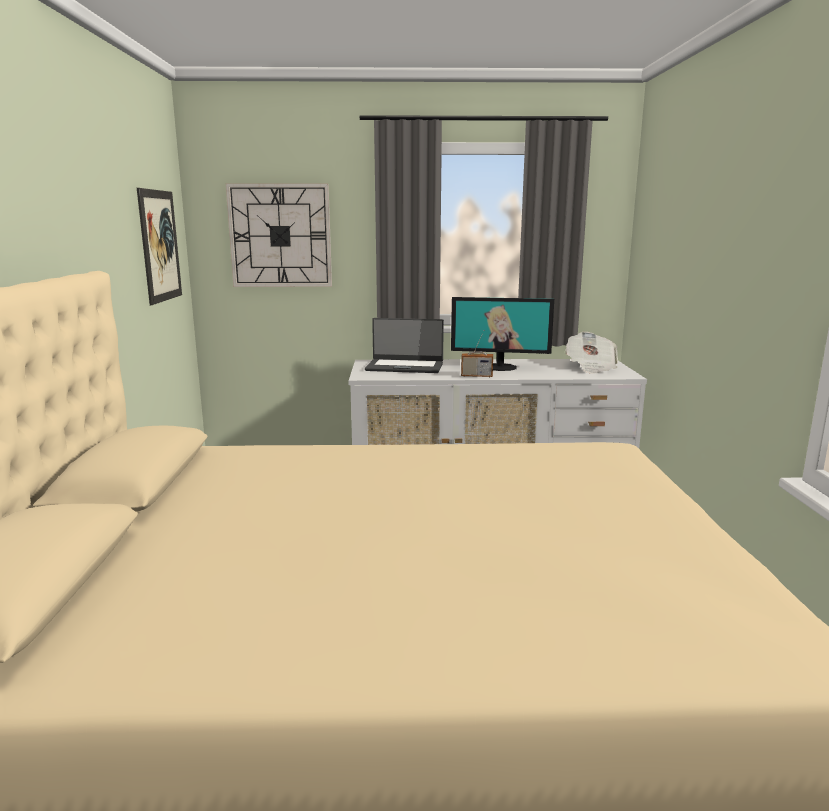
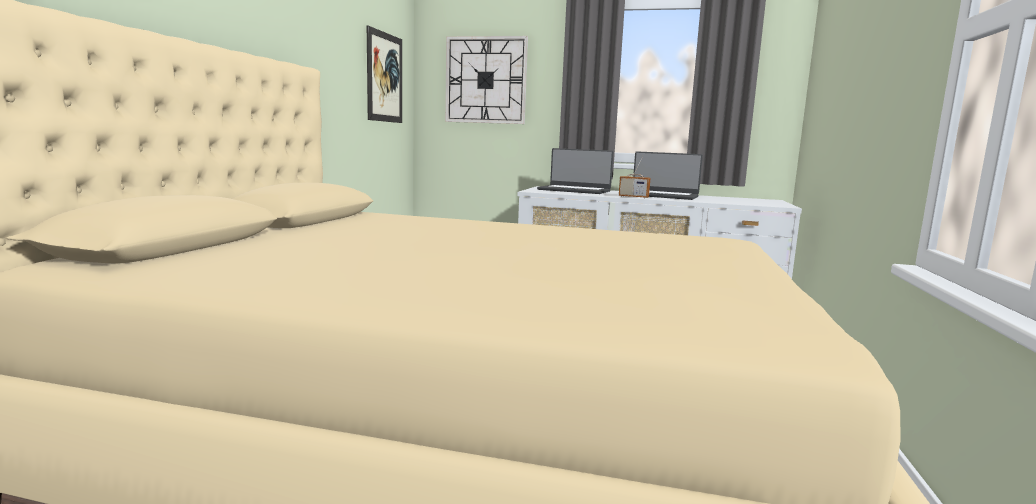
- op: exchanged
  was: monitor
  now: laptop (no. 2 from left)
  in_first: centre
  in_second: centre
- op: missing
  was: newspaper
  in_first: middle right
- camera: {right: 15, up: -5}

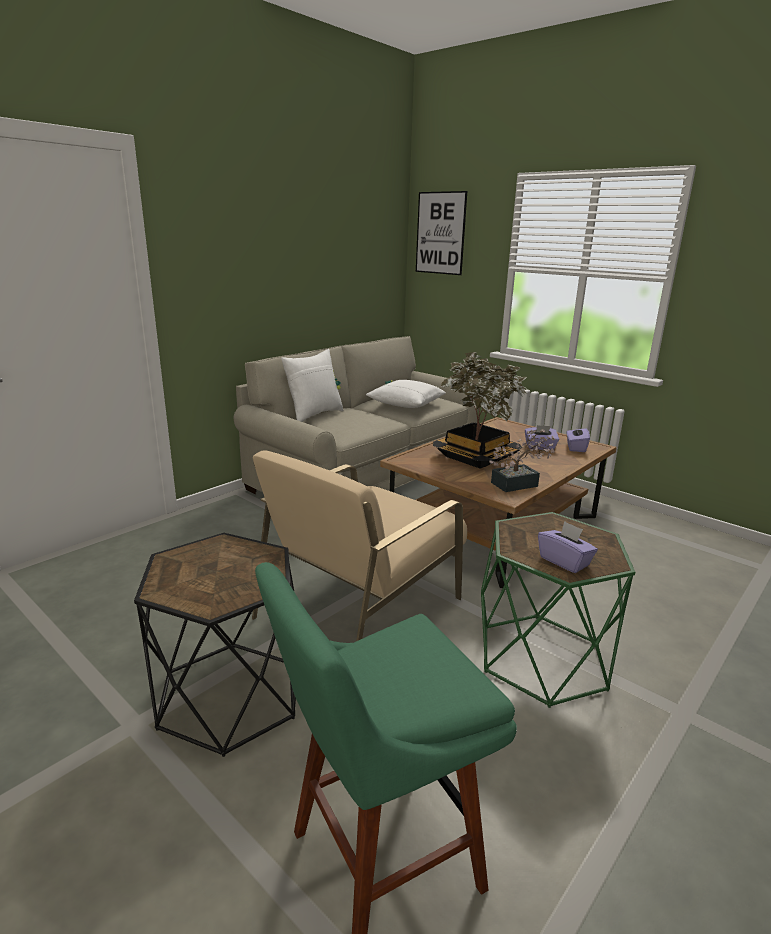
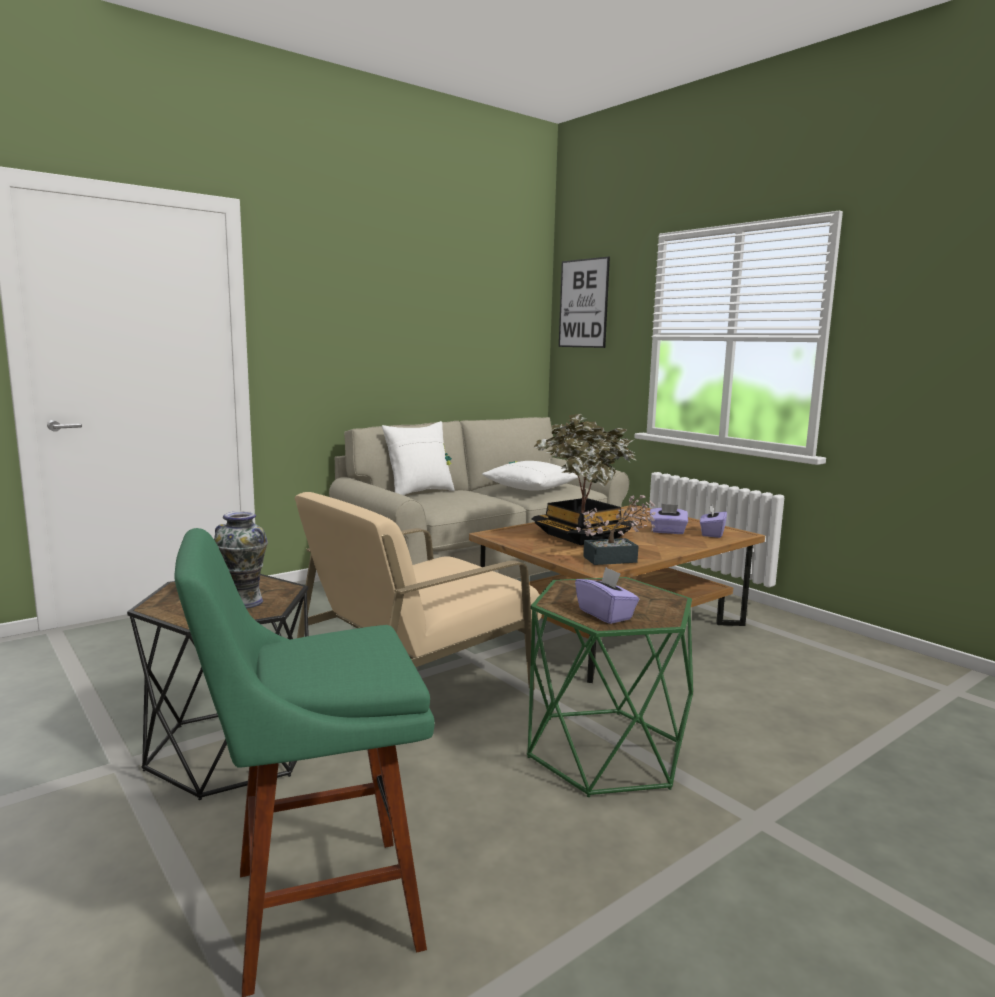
- op: appeared
  now: vase
  in_second: middle left
- camera: {right: 10, up: -10}

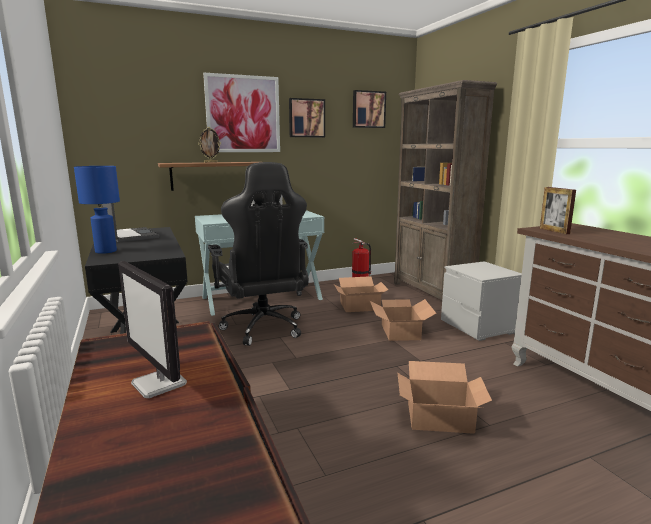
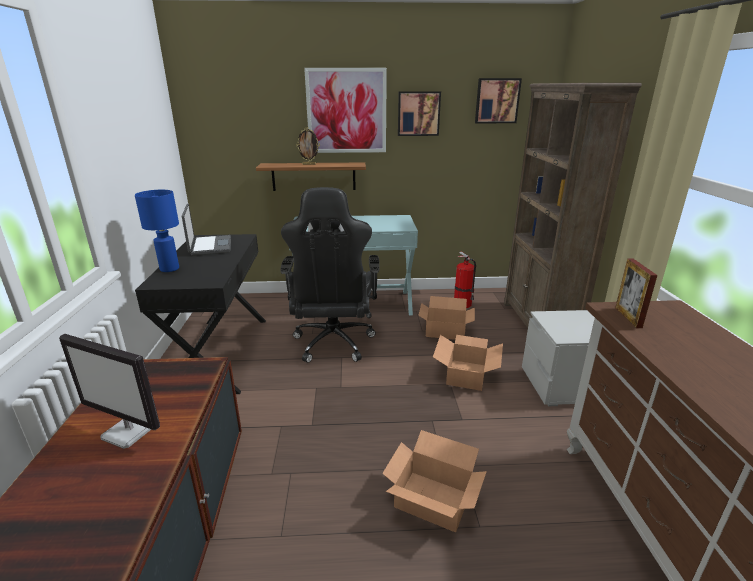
- op: spun
  was: monitor
  in_first: middle left
  in_second: bottom left
  clockwise: -45
- camera: {right: 20, up: 10}

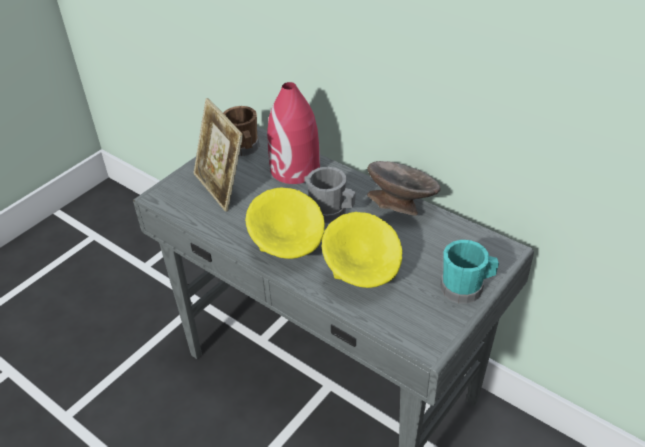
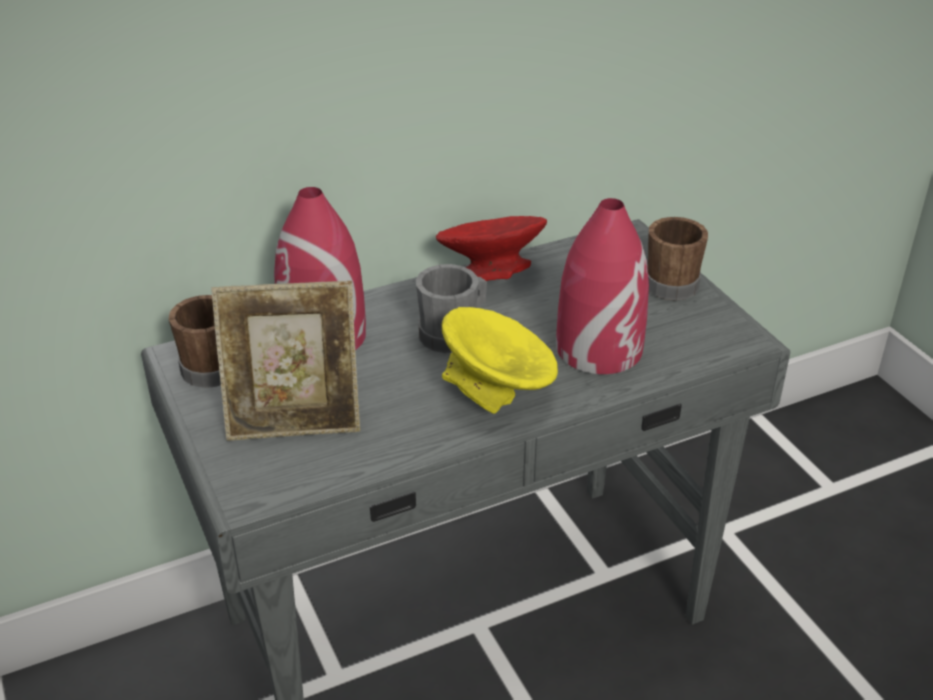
- op: colour
  was: grey bowl
  now: red bowl
  in_first: centre
  in_second: centre
- op: exchanged
  was: yellow bowl (no. 2 from left)
  now: red vase (no. 2 from left)
  in_first: centre
  in_second: centre
- op: colour
  was: turquoise mug
  now: brown mug (no. 2 from left)
  in_first: middle right
  in_second: middle right
- camera: {right: -65, up: -5}

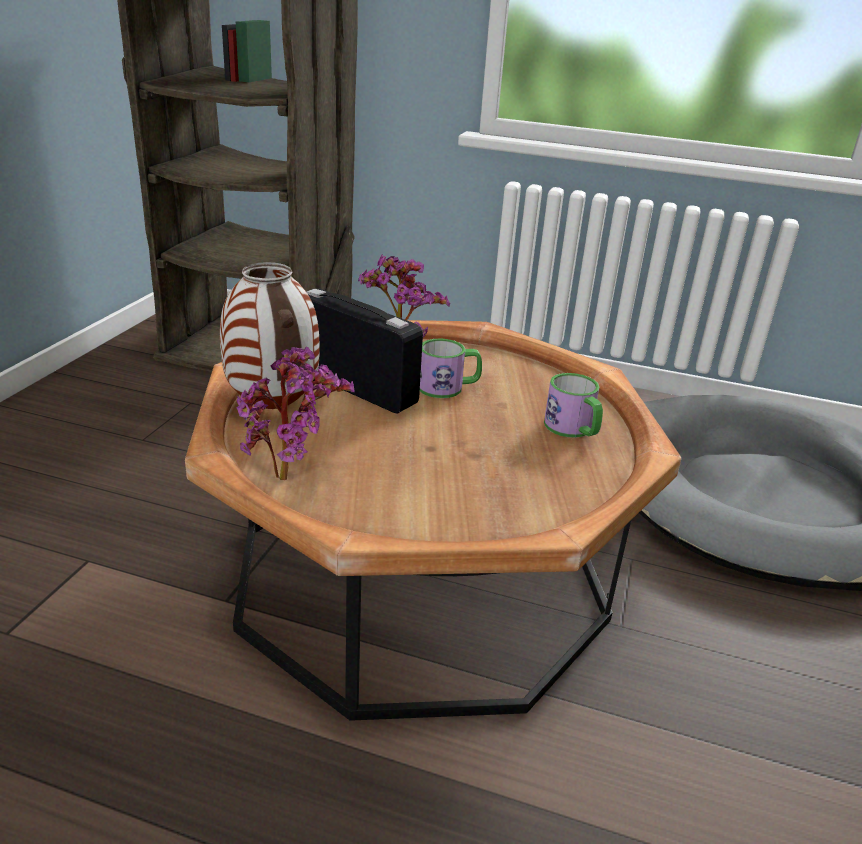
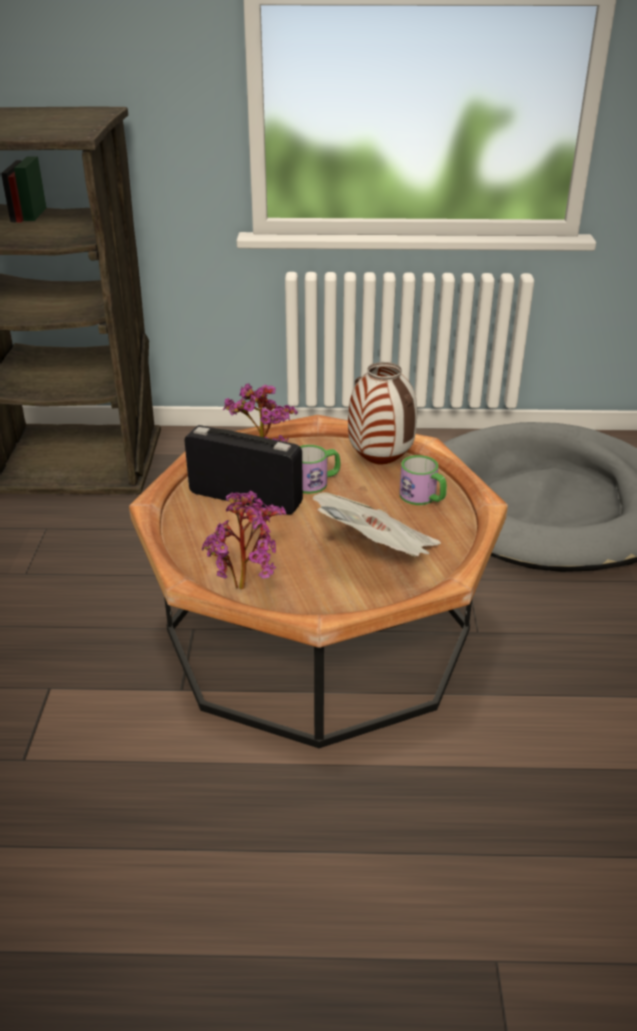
- op: appeared
  now: newspaper
  in_second: centre
- op: relocated
  was: vase
  in_first: middle left
  in_second: centre
- camera: {right: -15, up: 5}

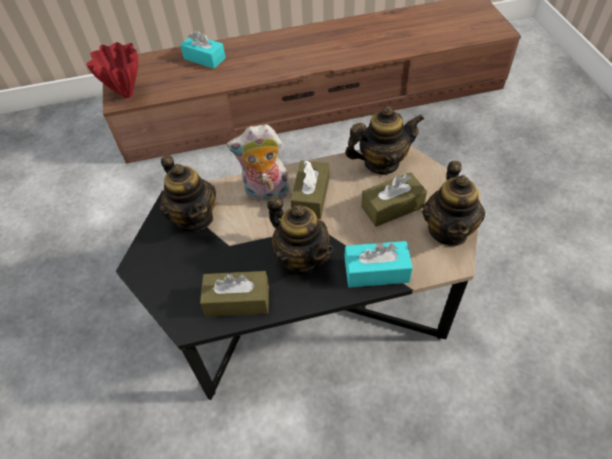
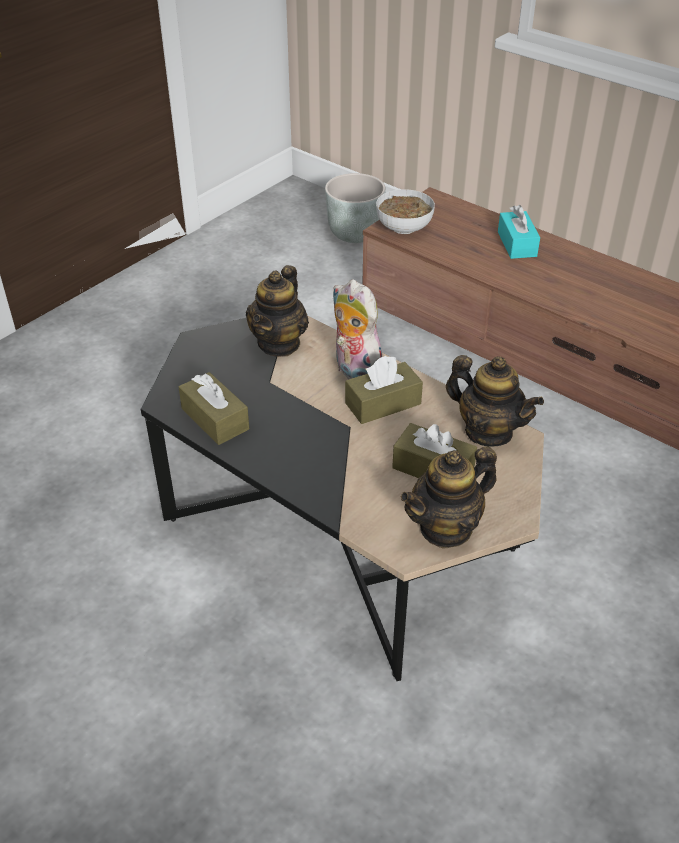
- op: appeared
  now: grey planter
  in_second: top centre
- op: exchanged
  was: red vase
  now: bowl
  in_first: top left
  in_second: top centre
- op: missing
  was: teapot (no. 2 from left)
  in_first: centre
- op: missing
  was: turquoise tissue box (no. 2 from left)
  in_first: centre
- camera: {right: 50, up: -10}

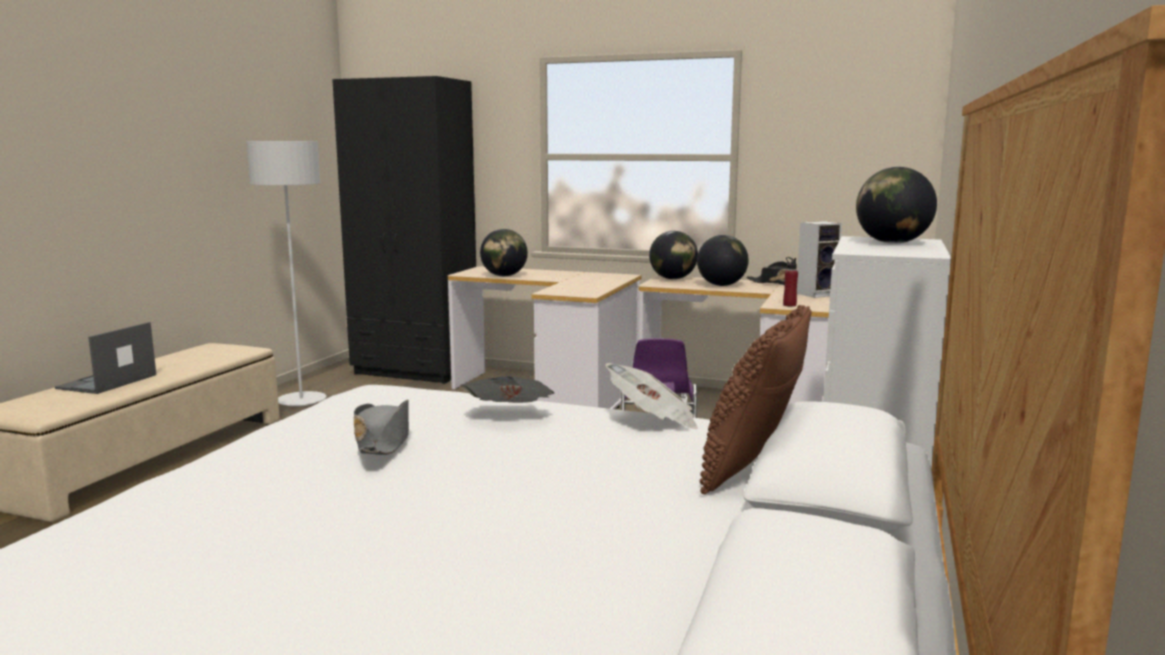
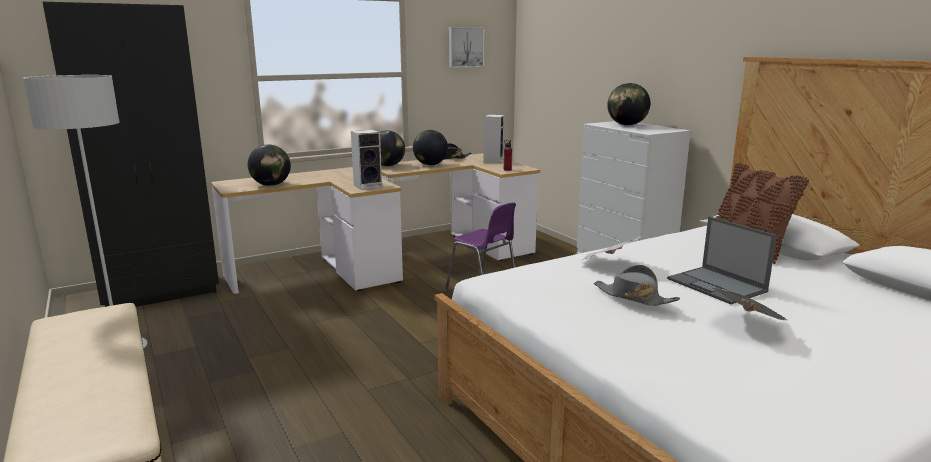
- op: appeared
  now: speaker (no. 1 from left)
  in_second: centre
- op: appeared
  now: picture
  in_second: top centre
- op: relocated
  was: laptop
  in_first: middle left
  in_second: middle right
- op: relocated
  was: newspaper (no. 2 from left)
  in_first: centre
  in_second: middle right
- camera: {right: -50, up: 5}

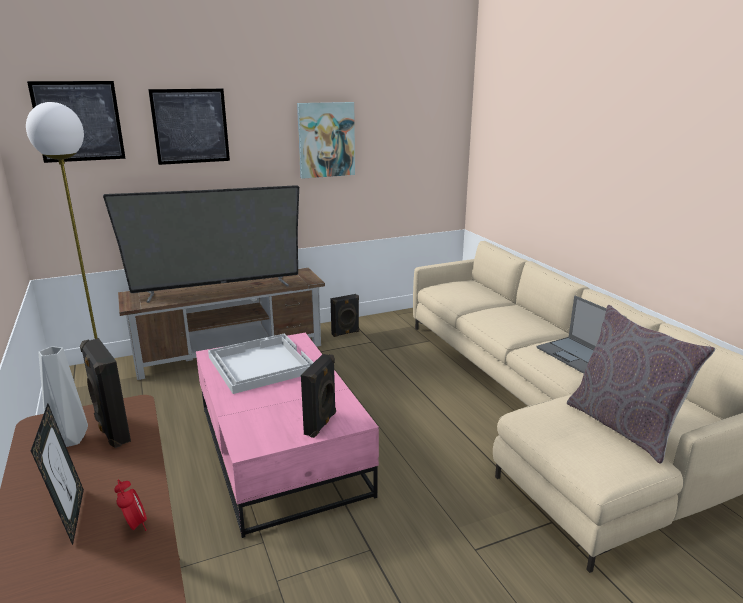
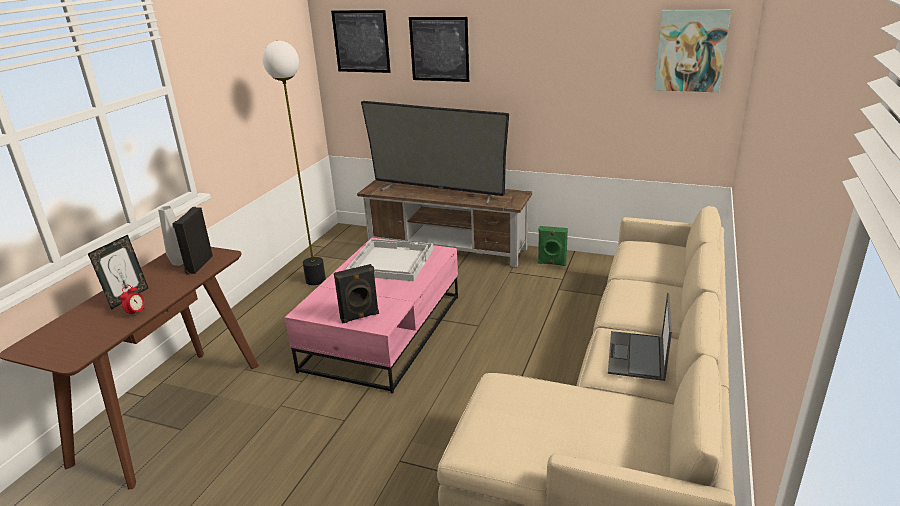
- op: colour
  was: black speaker (no. 3 from left)
  now: green speaker
  in_first: centre
  in_second: centre
- op: relocated
  was: picture (no. 3 from left)
  in_first: top centre
  in_second: top right
- op: missing
  was: grey pillow
  in_first: middle right
- camera: {right: 45, up: 5}

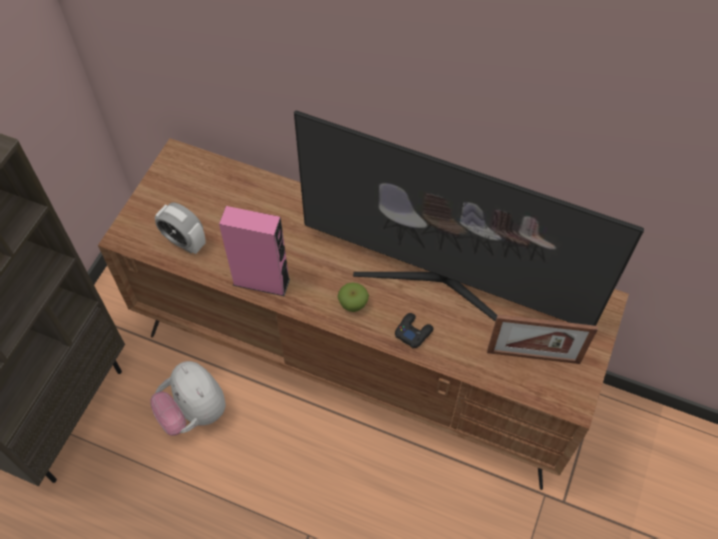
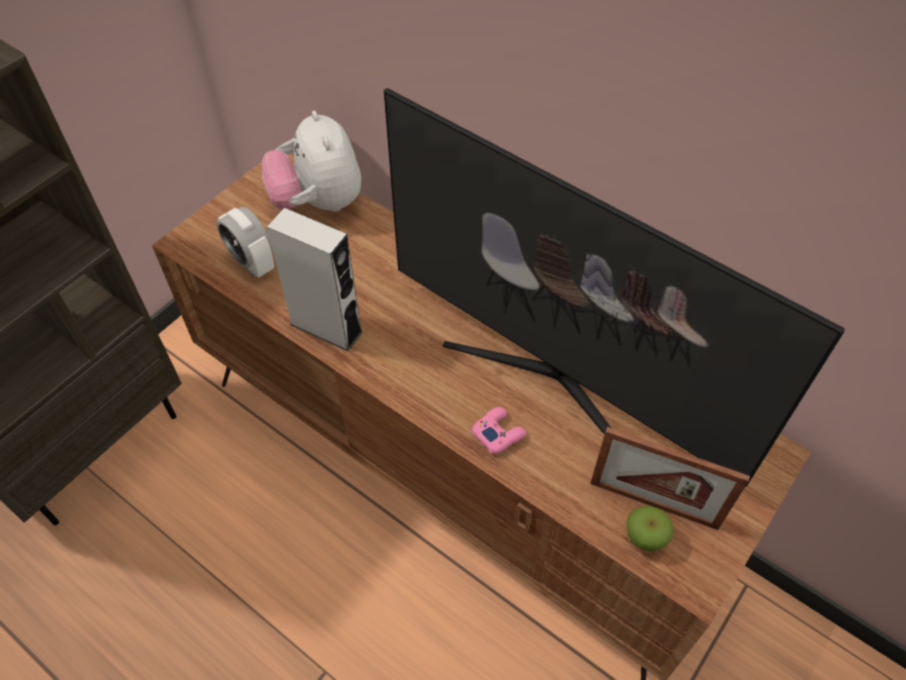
- op: relocated
  was: plush toy
  in_first: bottom left
  in_second: top centre
- op: colour
  was: pink speaker
  now: grey speaker
  in_first: centre
  in_second: centre
- op: colour
  was: black game controller
  now: pink game controller
  in_first: centre
  in_second: centre
- op: relocated
  was: apple
  in_first: centre
  in_second: bottom right
- camera: {right: 15, up: -5}

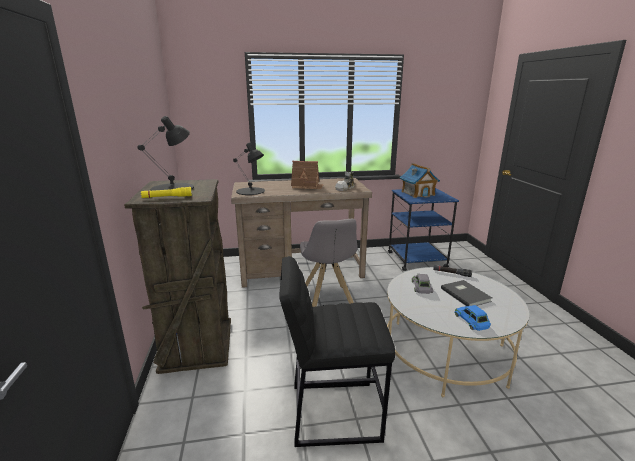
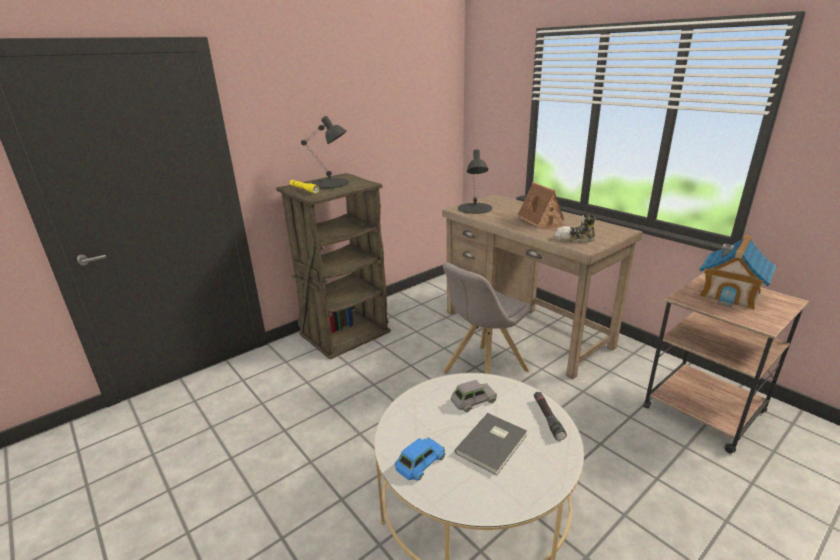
- op: colour
  was: blue cart
  now: brown cart
  in_first: centre
  in_second: middle right
- op: missing
  was: black stool
  in_first: bottom centre
- camera: {right: 60, up: 5}

